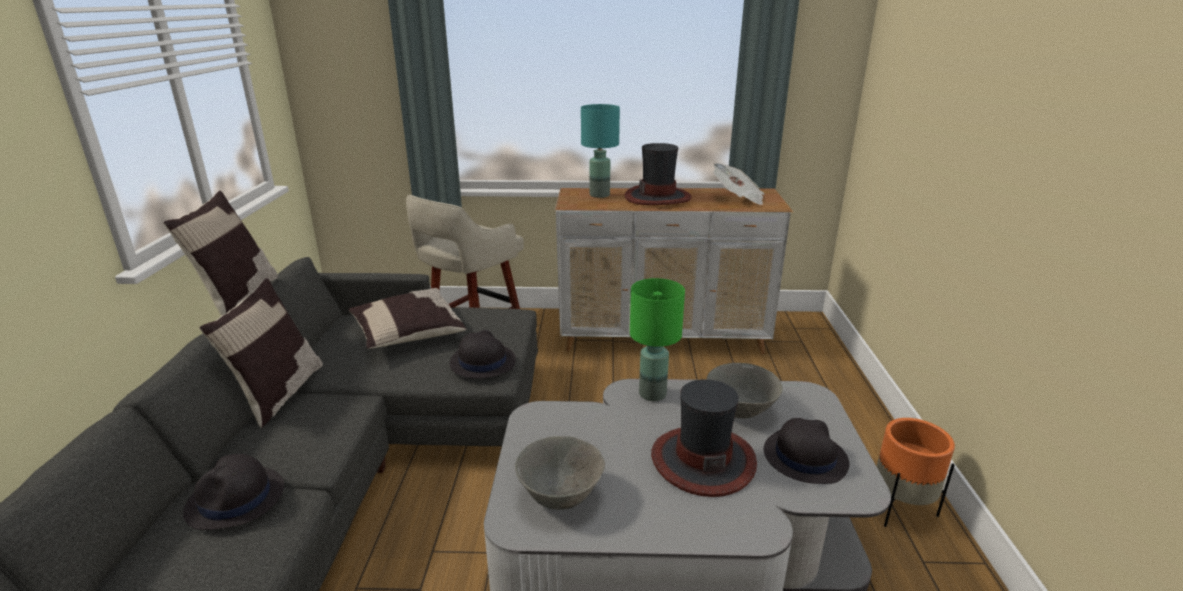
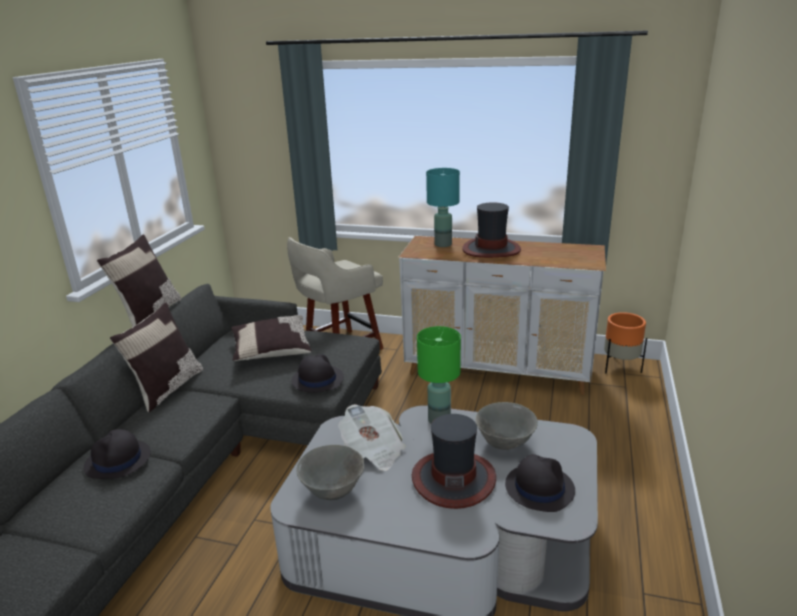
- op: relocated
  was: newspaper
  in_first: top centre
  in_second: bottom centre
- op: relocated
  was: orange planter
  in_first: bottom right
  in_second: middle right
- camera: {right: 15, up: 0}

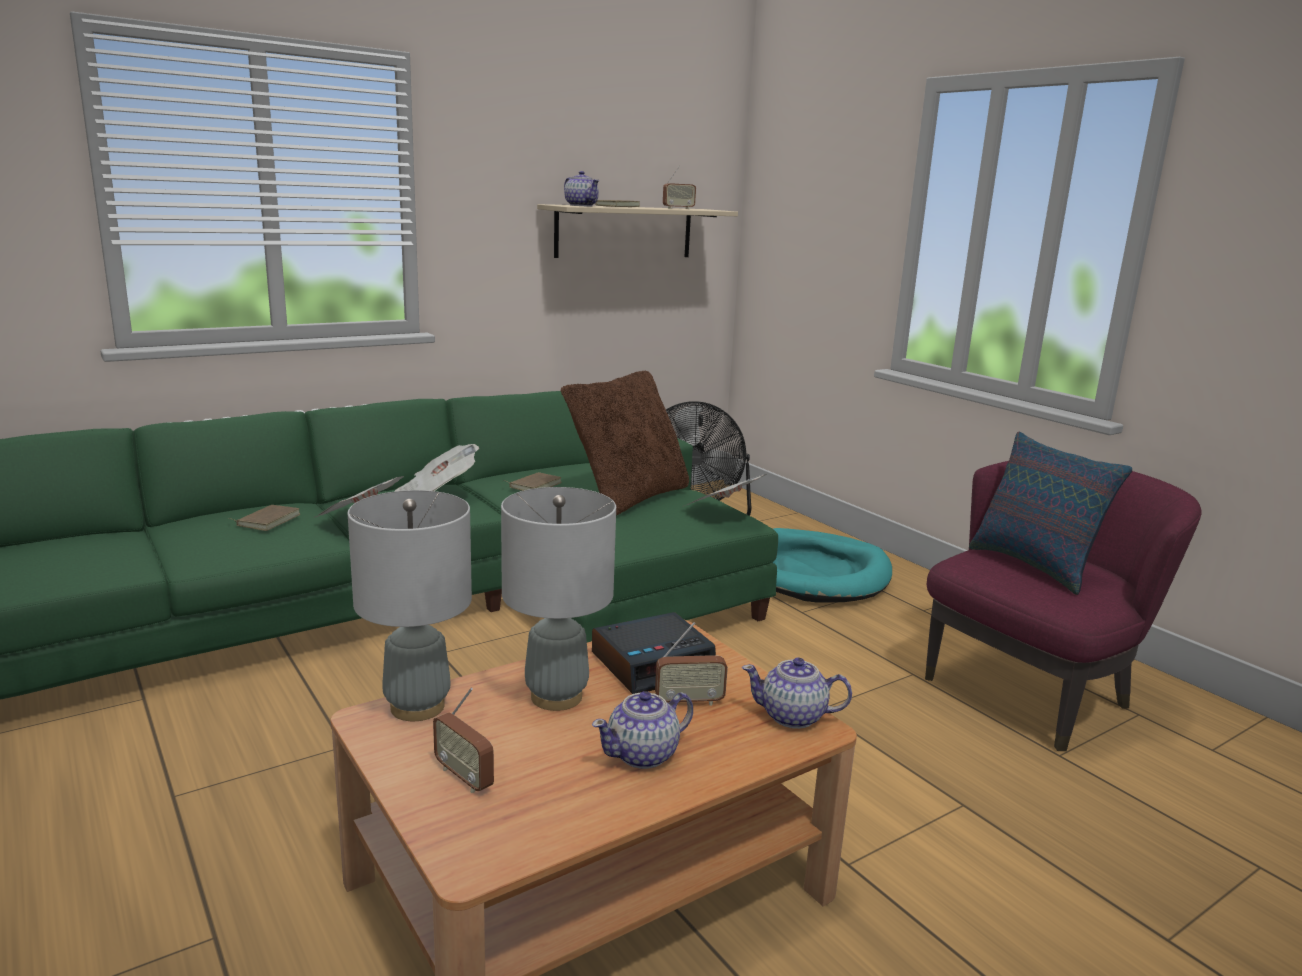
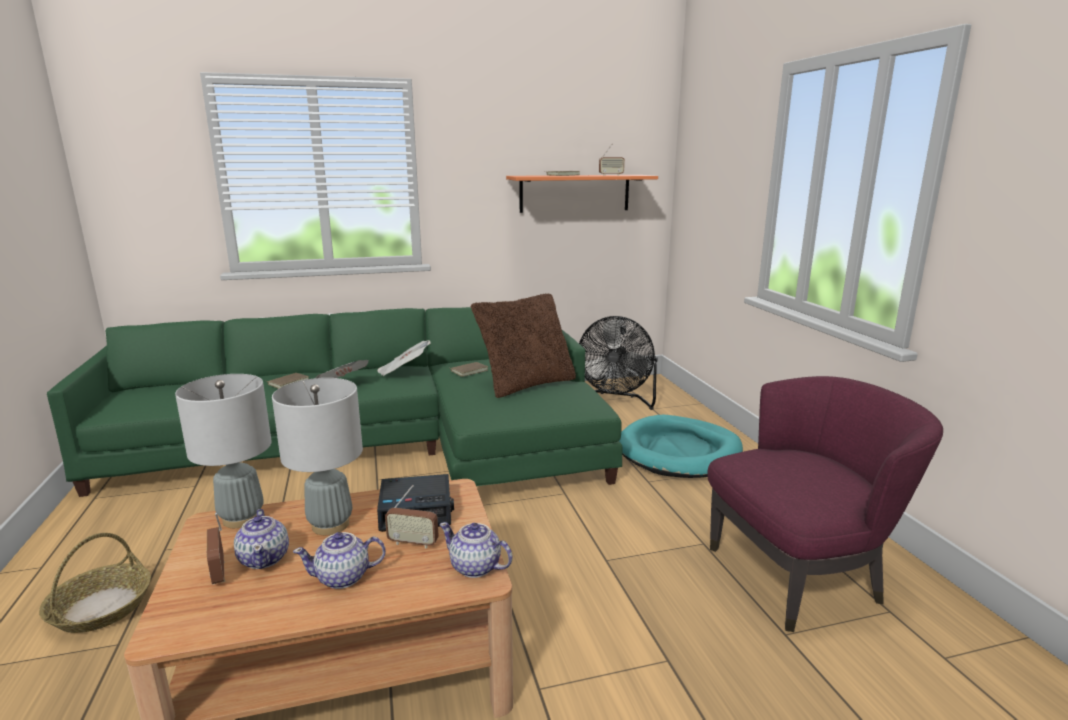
- op: appeared
  now: basket
  in_second: bottom left
- op: relocated
  was: teapot (no. 1 from left)
  in_first: top centre
  in_second: bottom left
- op: colour
  was: beige shelf
  now: orange shelf
  in_first: top centre
  in_second: top centre
- op: missing
  was: newspaper (no. 3 from left)
  in_first: centre
- op: missing
  was: blue pillow
  in_first: middle right
- camera: {right: 20, up: 0}

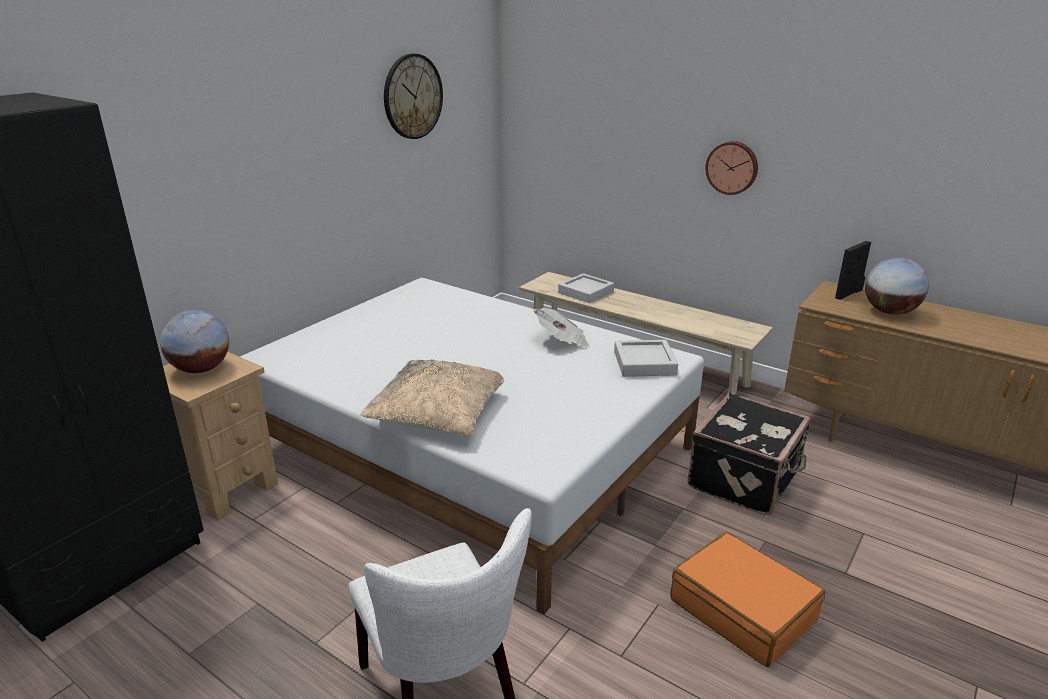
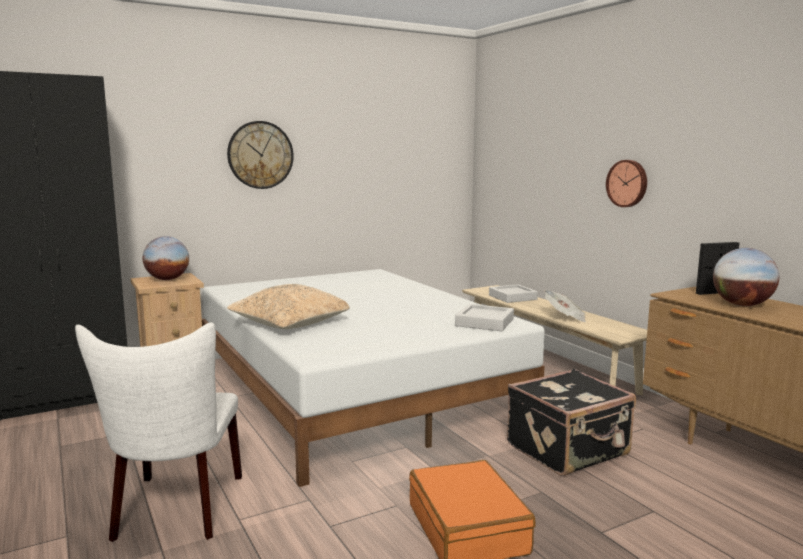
- op: relocated
  was: wall clock (no. 1 from left)
  in_first: top centre
  in_second: top left
- op: relocated
  was: newspaper
  in_first: centre
  in_second: middle right
- camera: {right: 25, up: -15}

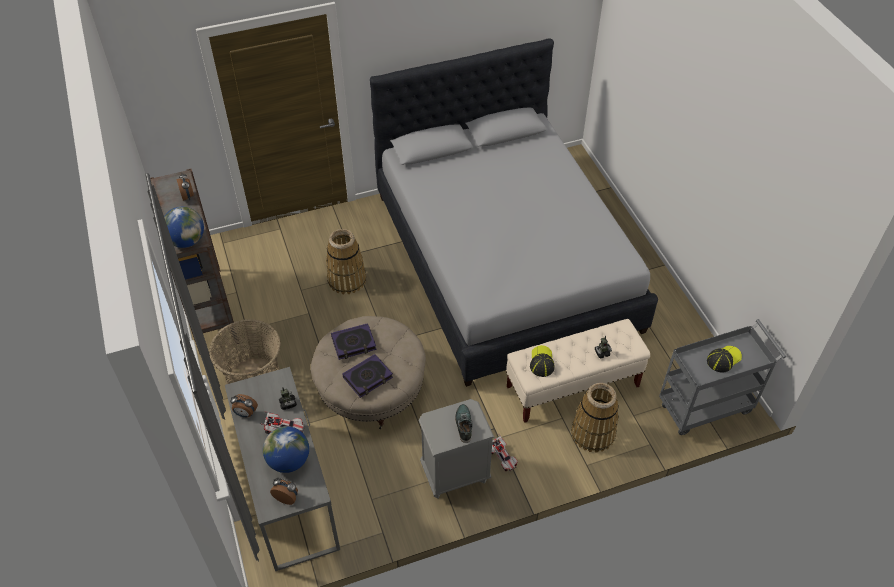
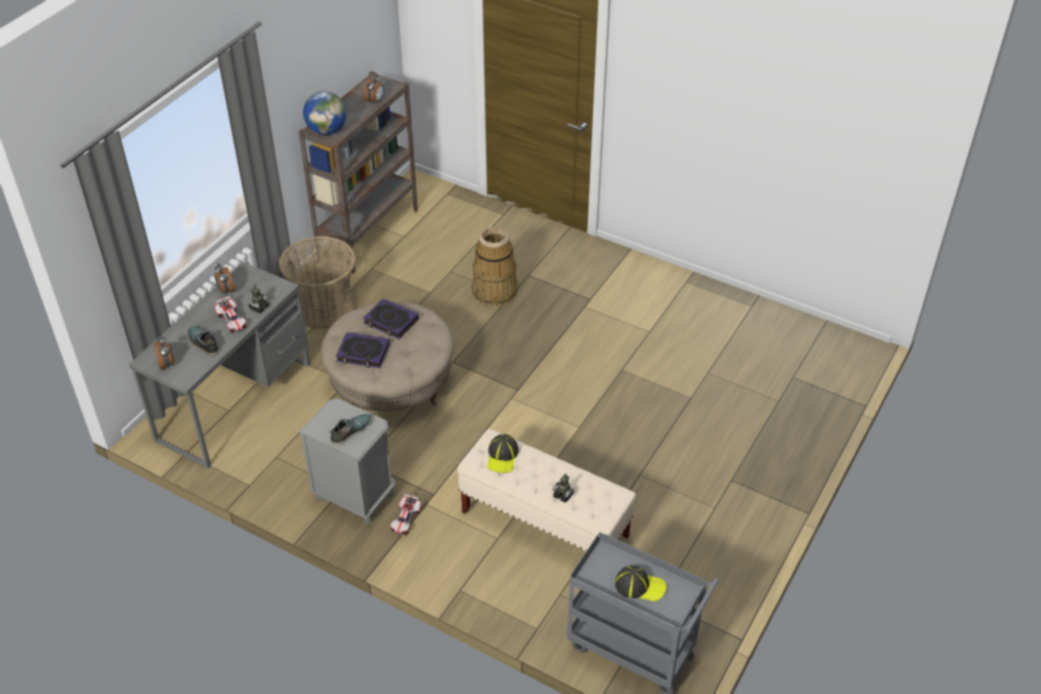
- op: exchanged
  was: globe (no. 2 from left)
  now: shoe (no. 1 from left)
  in_first: bottom left
  in_second: middle left
- op: spun
  was: cap (no. 1 from left)
  in_first: centre
  in_second: centre
  clockwise: 135
- op: missing
  was: grey bed
  in_first: centre
- op: missing
  was: basket (no. 3 from left)
  in_first: bottom centre
- camera: {right: 50, up: -5}

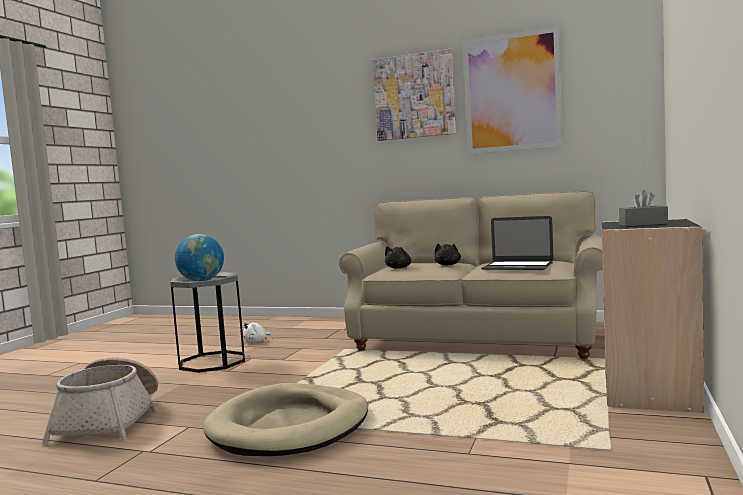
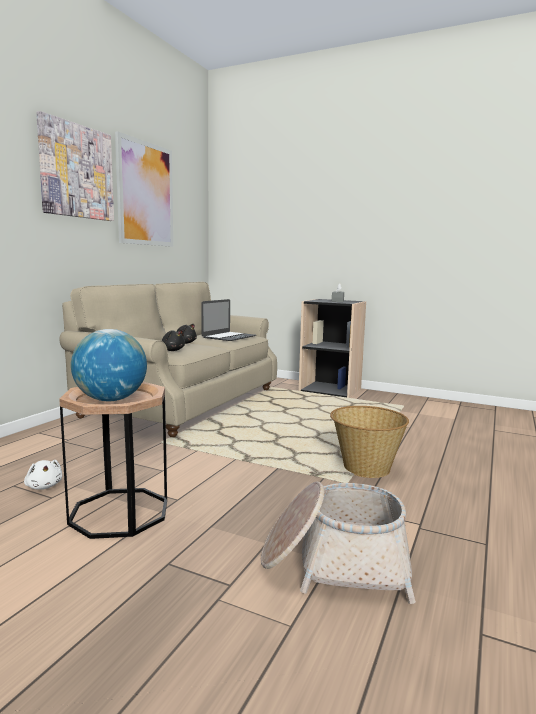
- op: colour
  was: grey side table
  now: brown side table
  in_first: middle left
  in_second: middle left
- op: exchanged
  was: beige dog bed
  now: basket (no. 2 from left)
  in_first: bottom centre
  in_second: middle right
- camera: {right: -85, up: 5}

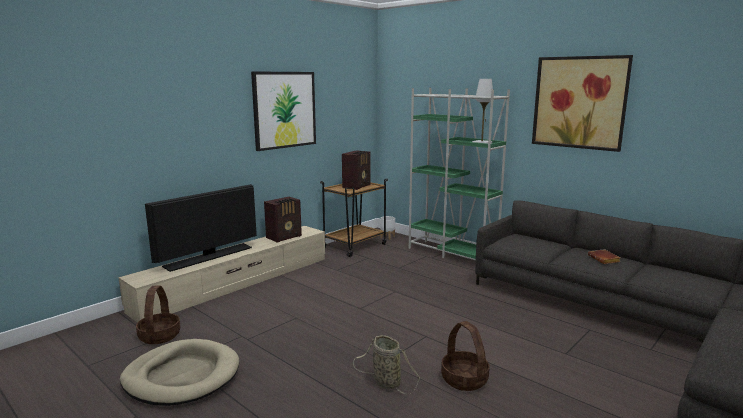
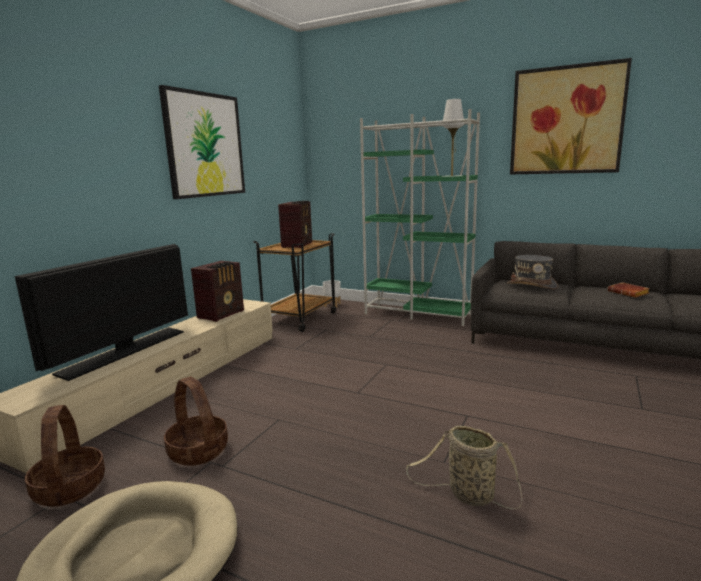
- op: relocated
  was: basket (no. 3 from left in the first image)
  now: basket (no. 2 from left)
  in_first: bottom centre
  in_second: bottom left
- op: appeared
  now: grey hat
  in_second: middle right
- camera: {right: -15, up: 0}

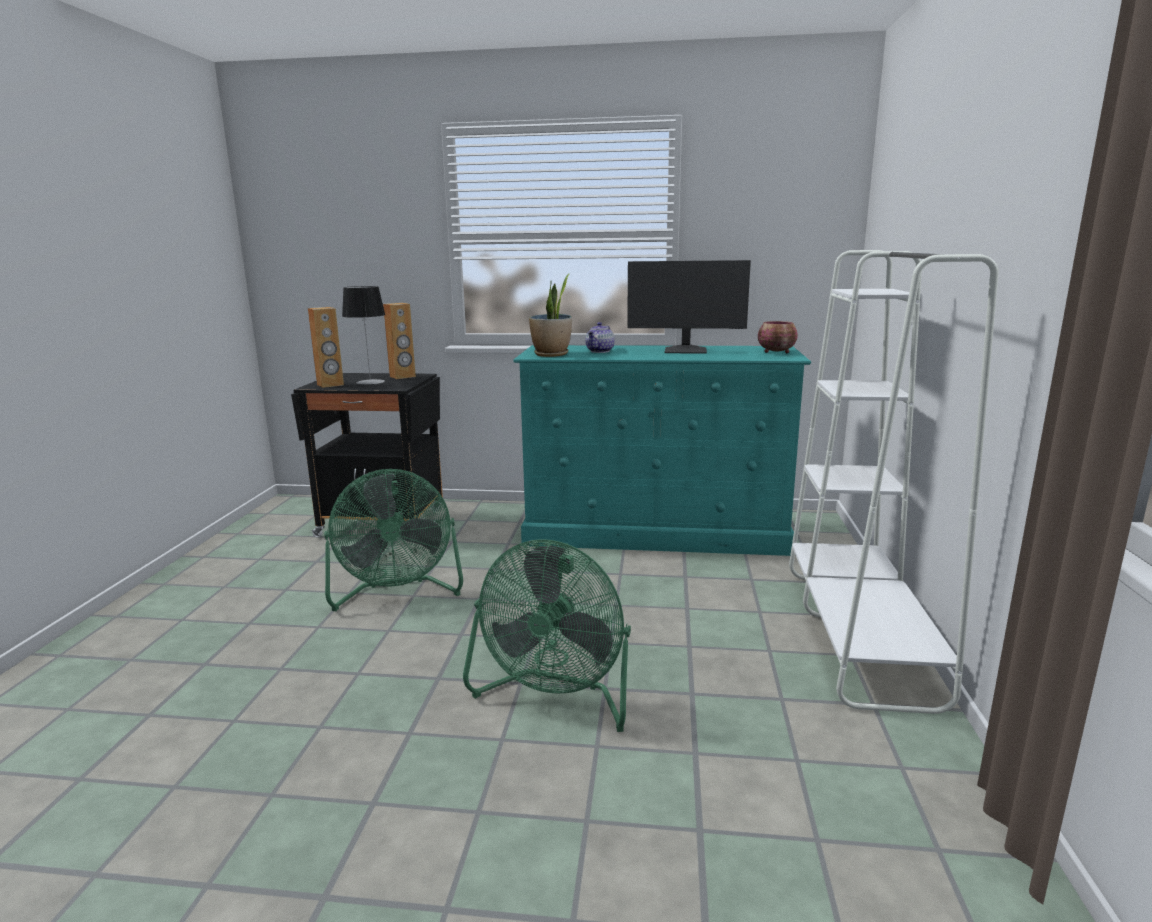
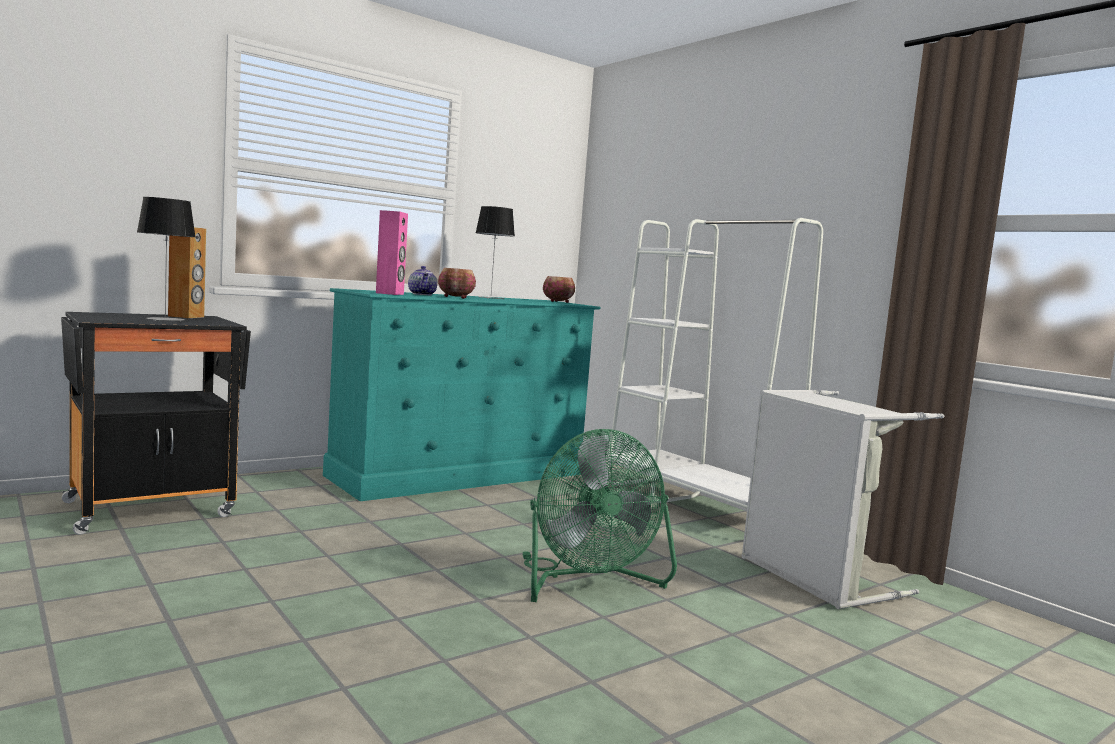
- op: exchanged
  was: potted plant
  now: pink speaker
  in_first: centre
  in_second: centre
- op: appeared
  now: bowl (no. 1 from left)
  in_second: centre
- op: exchanged
  was: monitor
  now: table lamp (no. 2 from left)
  in_first: top centre
  in_second: centre
- op: appeared
  now: grey laundry basket
  in_second: bottom right
- op: missing
  was: brown speaker (no. 1 from left)
  in_first: middle left
- op: missing
  was: green fan (no. 1 from left)
  in_first: centre
- camera: {right: -45, up: -10}

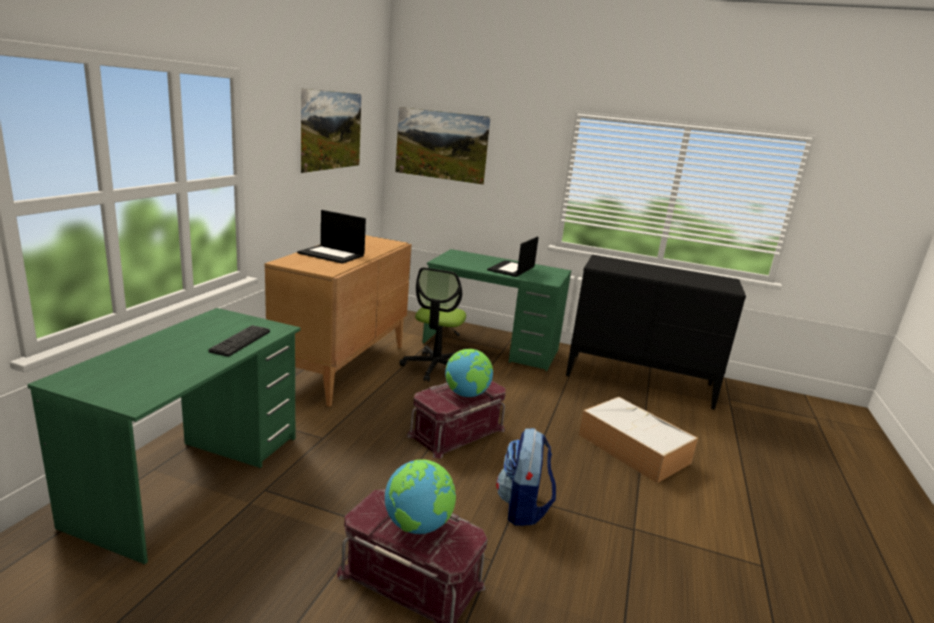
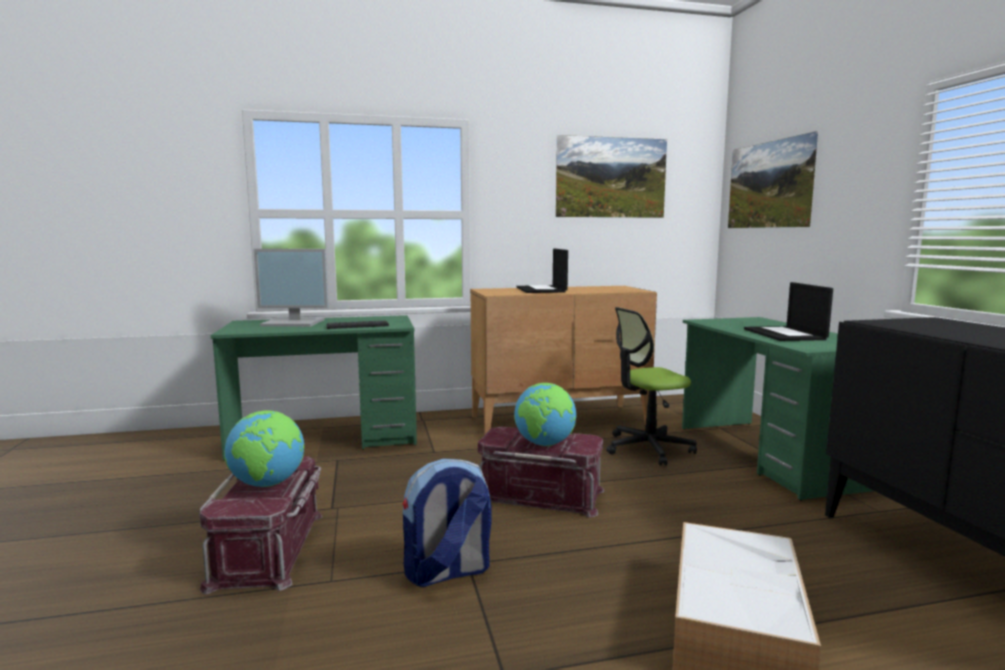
- op: appeared
  now: monitor
  in_second: middle left
- op: spun
  was: laptop (no. 2 from left)
  in_first: centre
  in_second: middle right
  clockwise: -90
- camera: {right: 60, up: -10}

